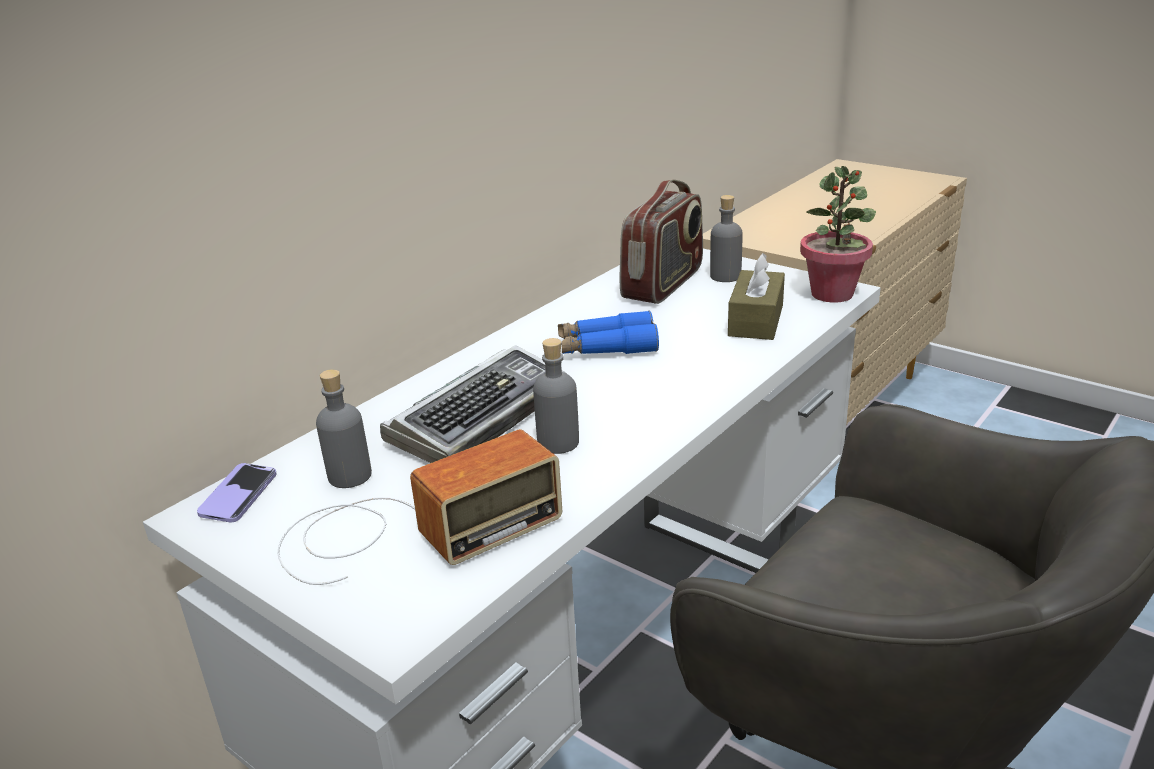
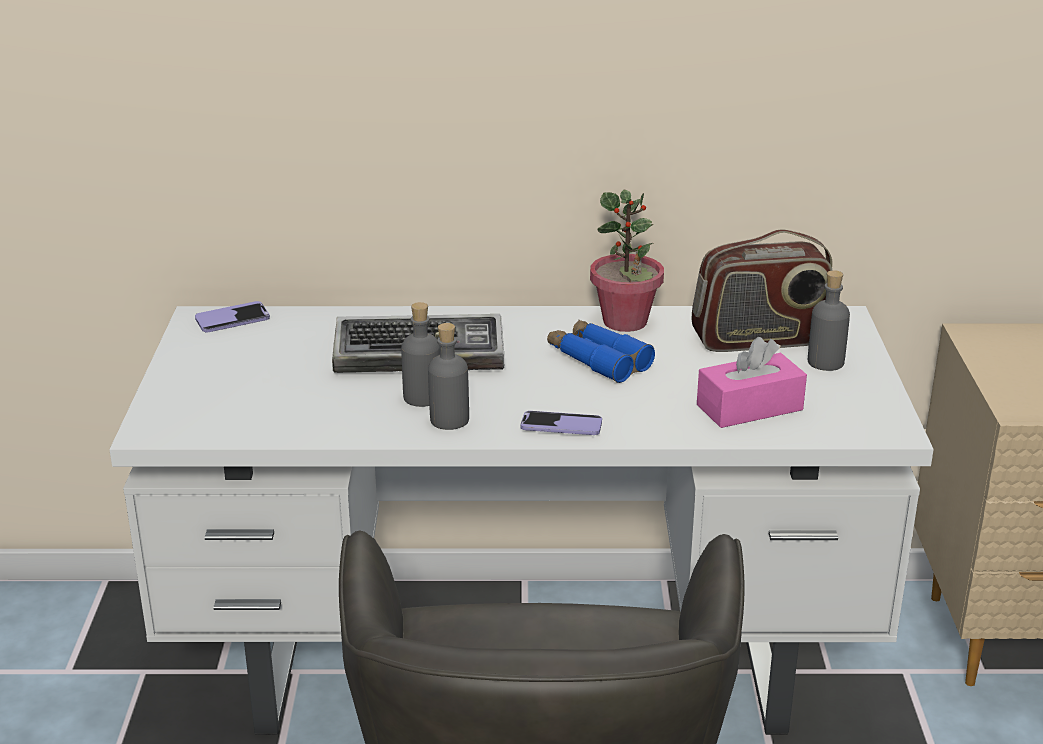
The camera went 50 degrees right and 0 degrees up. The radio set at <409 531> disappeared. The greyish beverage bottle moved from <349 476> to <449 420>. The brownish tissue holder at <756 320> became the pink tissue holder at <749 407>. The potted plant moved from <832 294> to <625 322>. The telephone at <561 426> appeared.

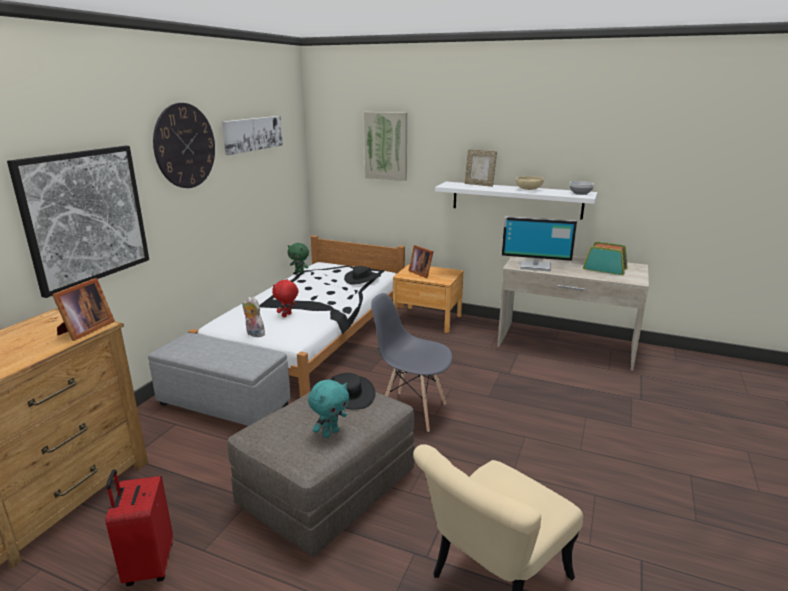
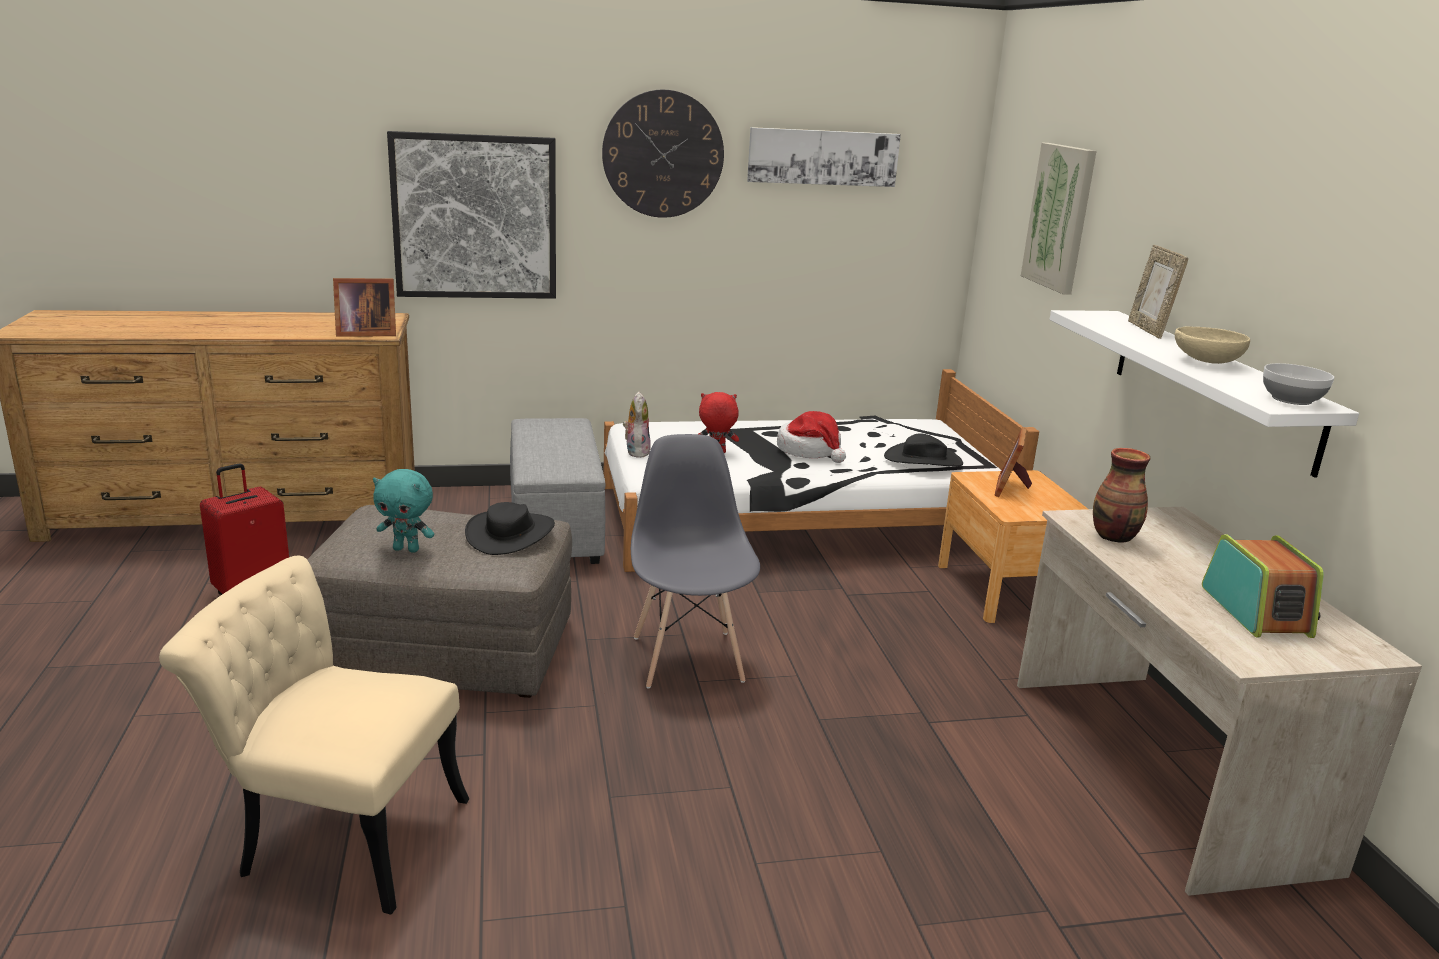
The camera went 55 degrees right and 0 degrees up. The green plush toy at <299 272> disappeared. The monitor at <535 266> was replaced by the vase at <1115 537>. The clothing hat at <810 451> appeared.

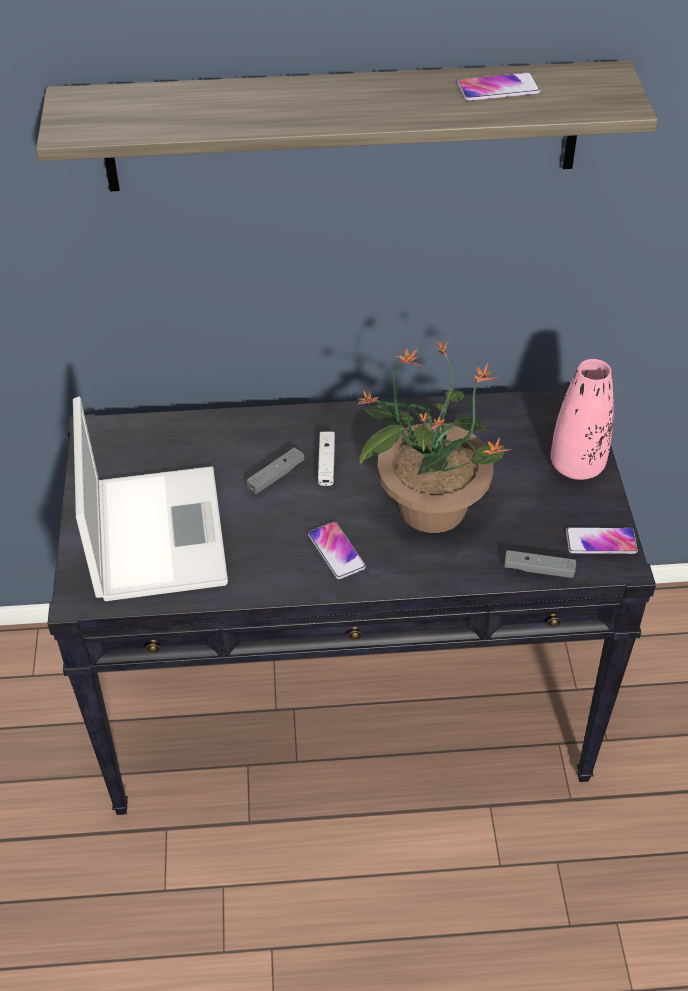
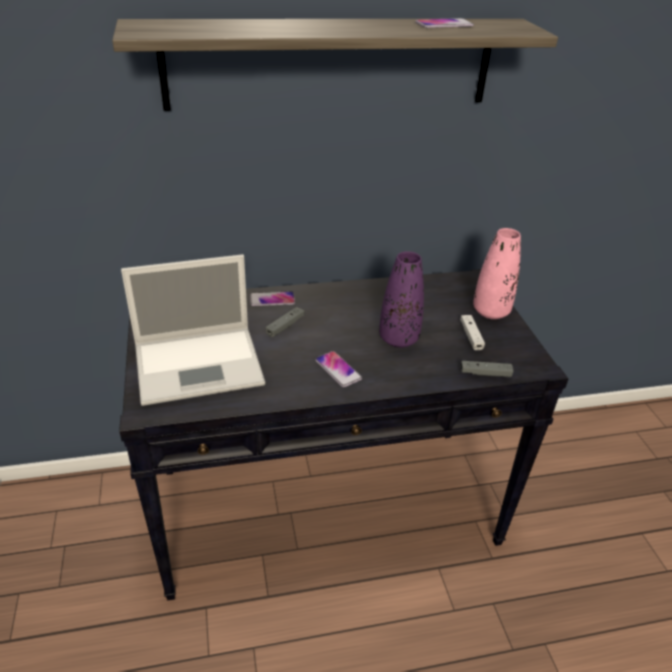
The camera went 10 degrees left and 10 degrees down. The notebook computer at <156 531> turned 90 degrees clockwise. The whitish game controller moved from <326 463> to <471 336>. The potted plant at <430 506> was replaced by the purple-coloured vase at <398 339>. The telephone moved from <601 541> to <272 299>.

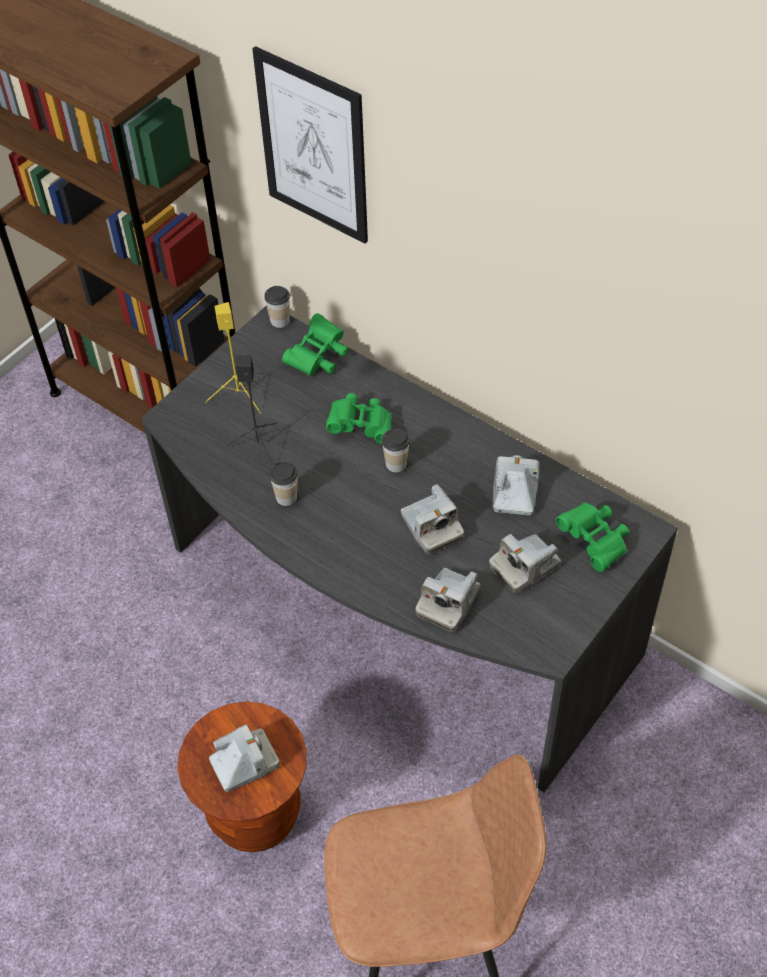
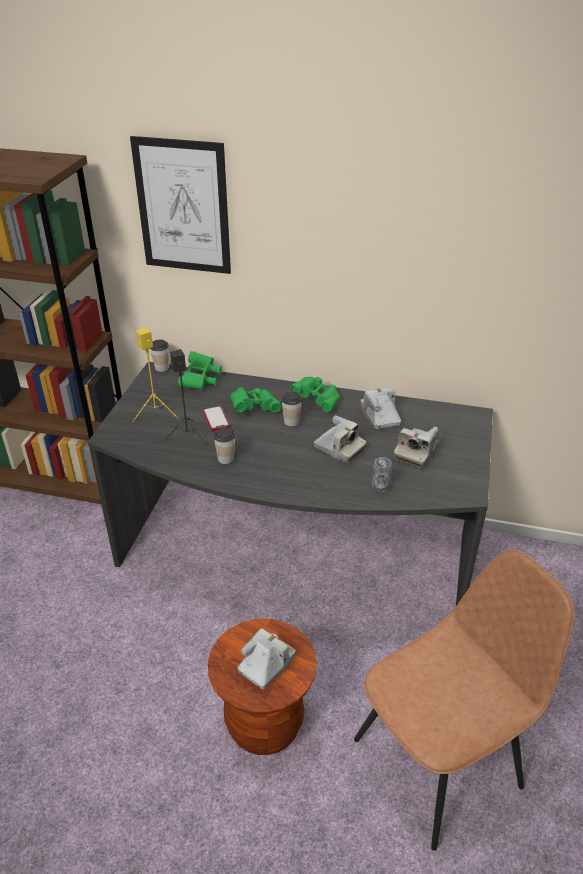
The camera went 25 degrees left and 15 degrees down. The still camera at <448 603> was replaced by the metal can at <380 486>. The green field glasses moved from <595 541> to <317 400>. The telephone at <216 420> appeared.

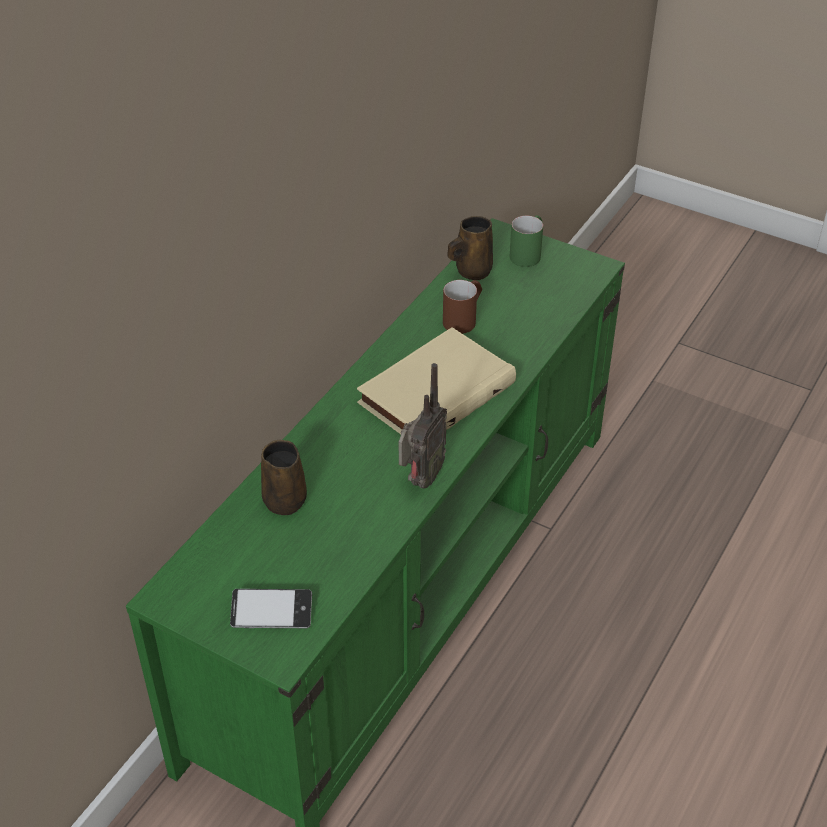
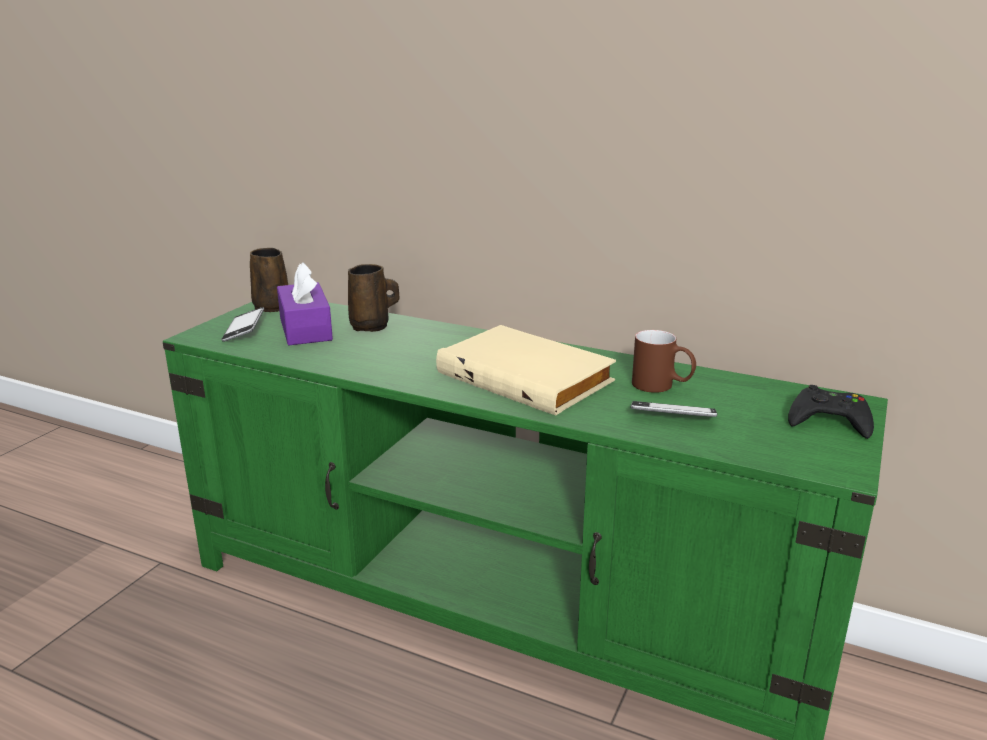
The camera went 85 degrees right and 20 degrees down. The radio set at <420 479> disappeared. The brownish mug moved from <471 271> to <271 306>. The green mug at <528 253> was replaced by the black-coloured game controller at <829 421>. The purple-coloured tissue holder at <305 329> appeared. The telephone at <672 416> appeared.

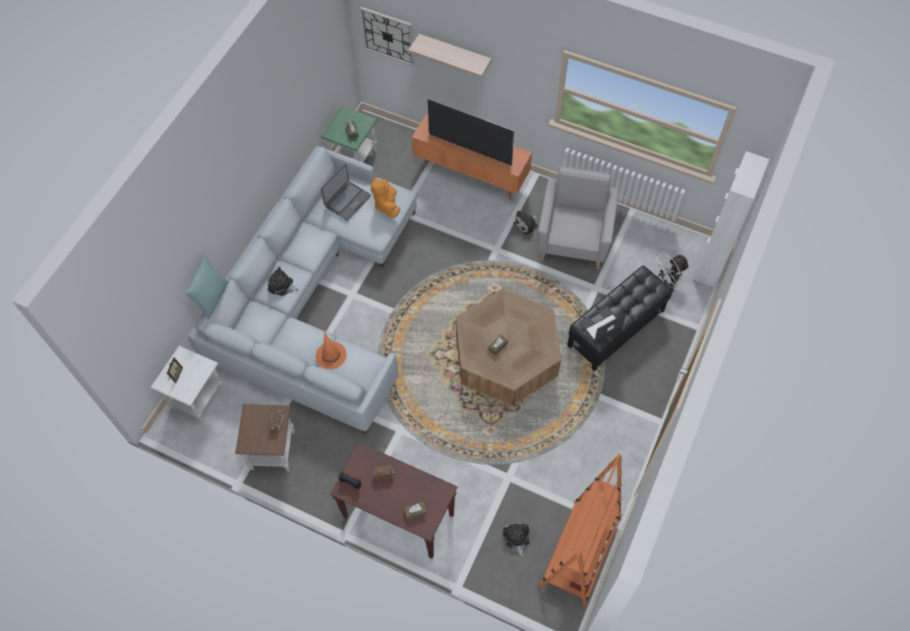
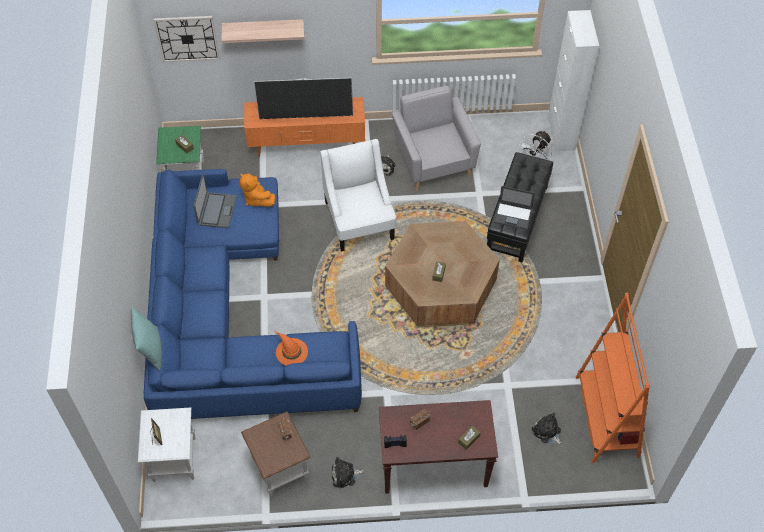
The camera went 30 degrees left and 5 degrees down. The greyish settee at <315 297> became the blue settee at <230 315>. The plush toy moved from <282 286> to <345 475>. The notebook computer at <600 325> turned 105 degrees counterclockwise. The whitish easy chair at <359 220> appeared.

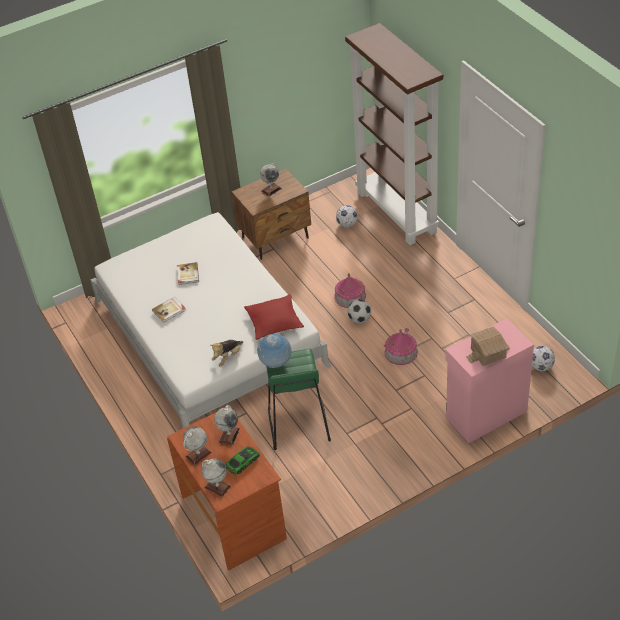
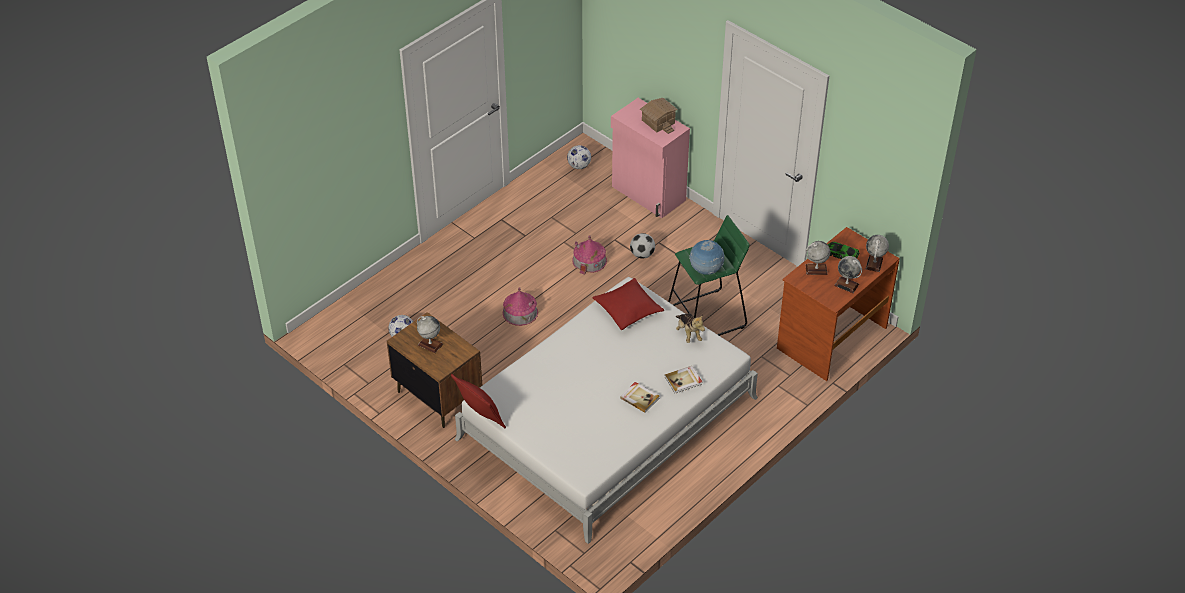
The camera went 110 degrees left and 0 degrees up. The volume moved from <187 274> to <683 380>. The plush toy at <228 357> turned 45 degrees clockwise. The brownish bookshelf at <397 212> disappeared. The ball for football moved from <359 319> to <642 254>. The red-coloured throw pillow at <480 417> appeared.

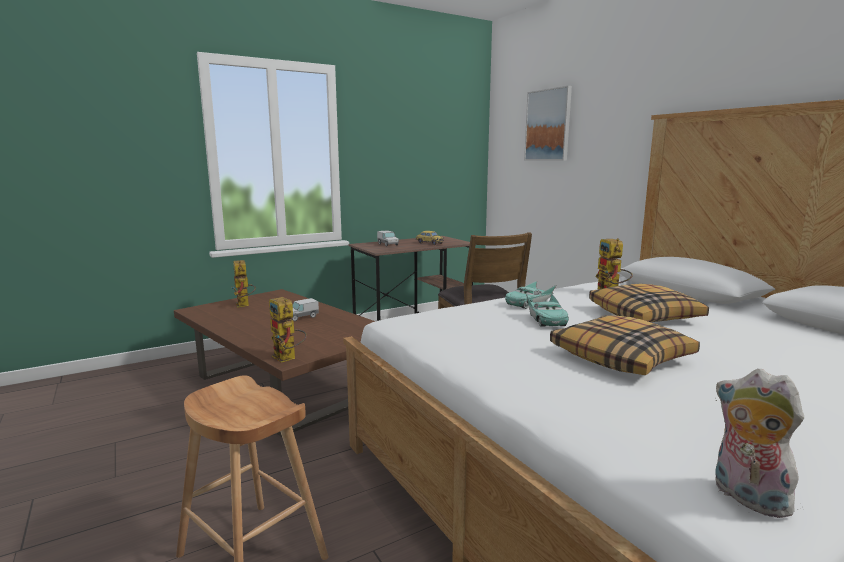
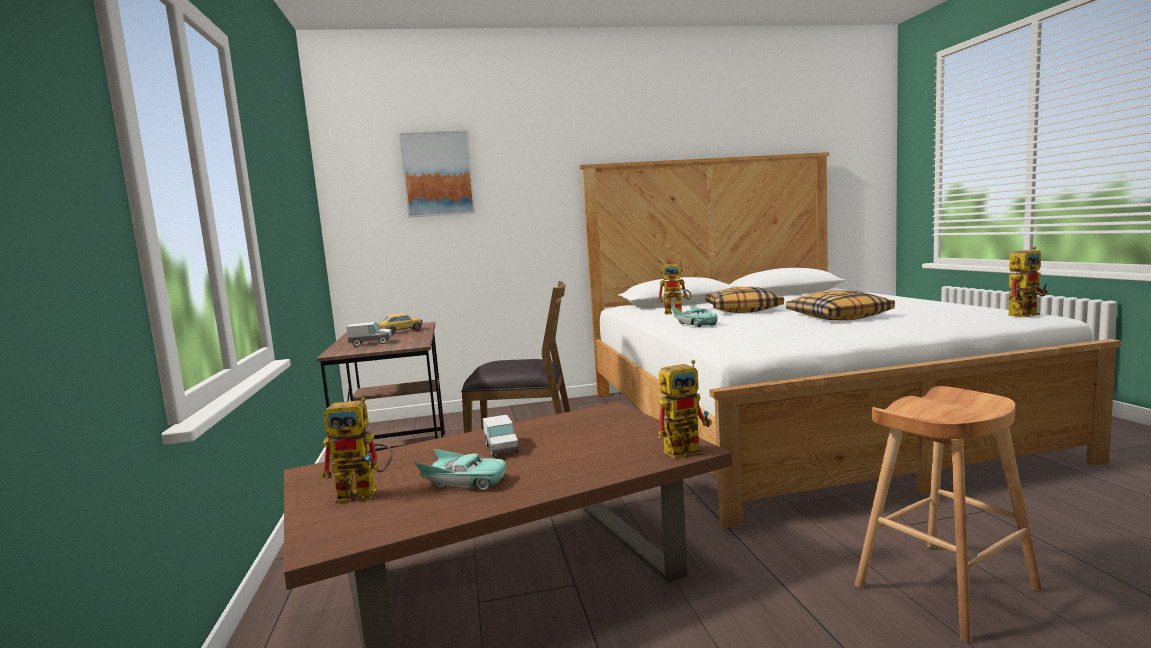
The camera went 70 degrees left and 5 degrees down. The turquoise toy car moved from <546 319> to <464 482>. The plush toy at <746 497> was replaced by the robot figure at <1024 314>.

